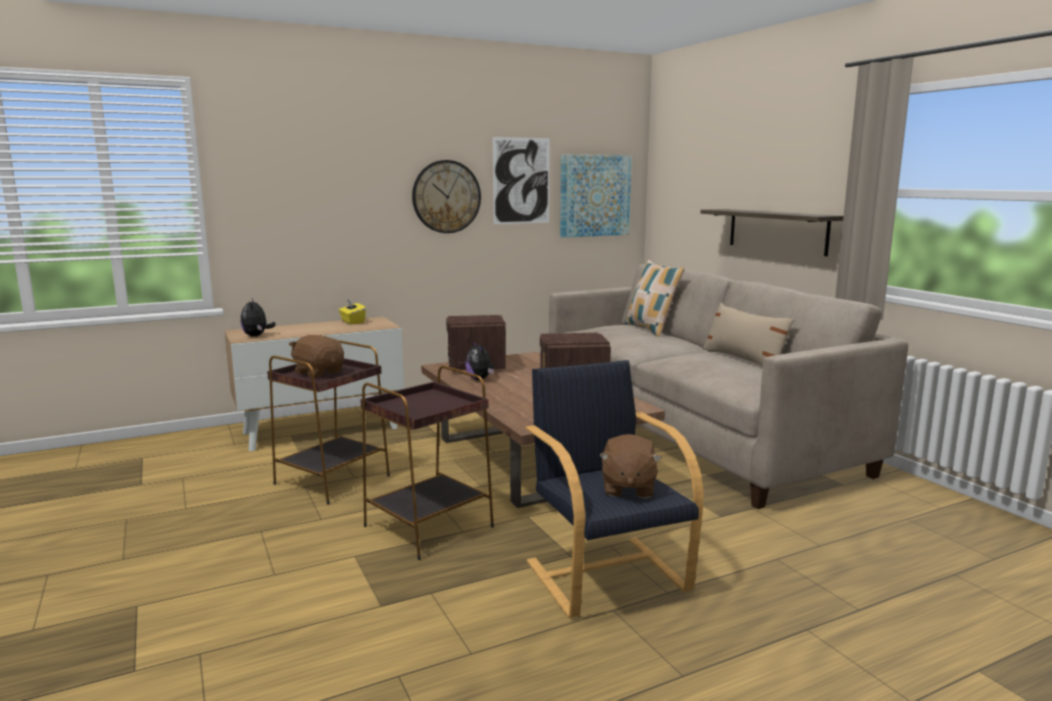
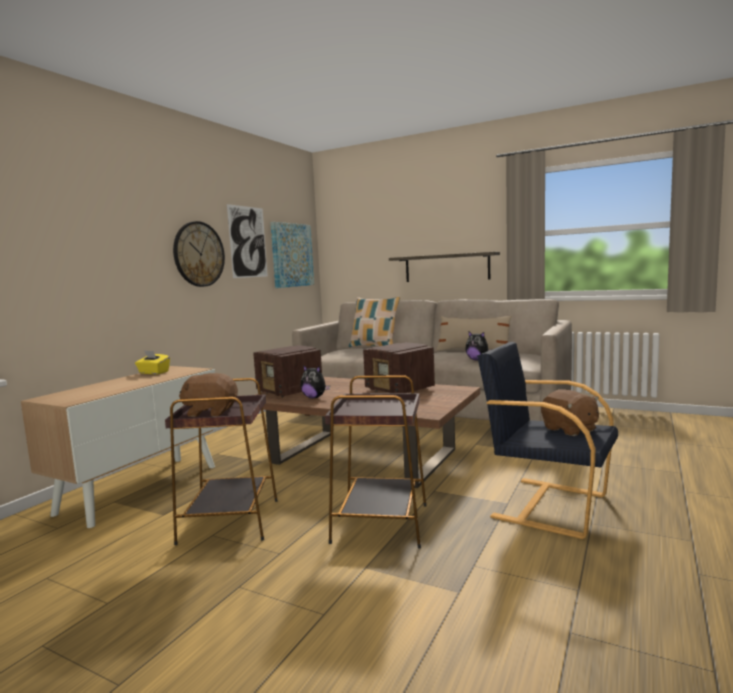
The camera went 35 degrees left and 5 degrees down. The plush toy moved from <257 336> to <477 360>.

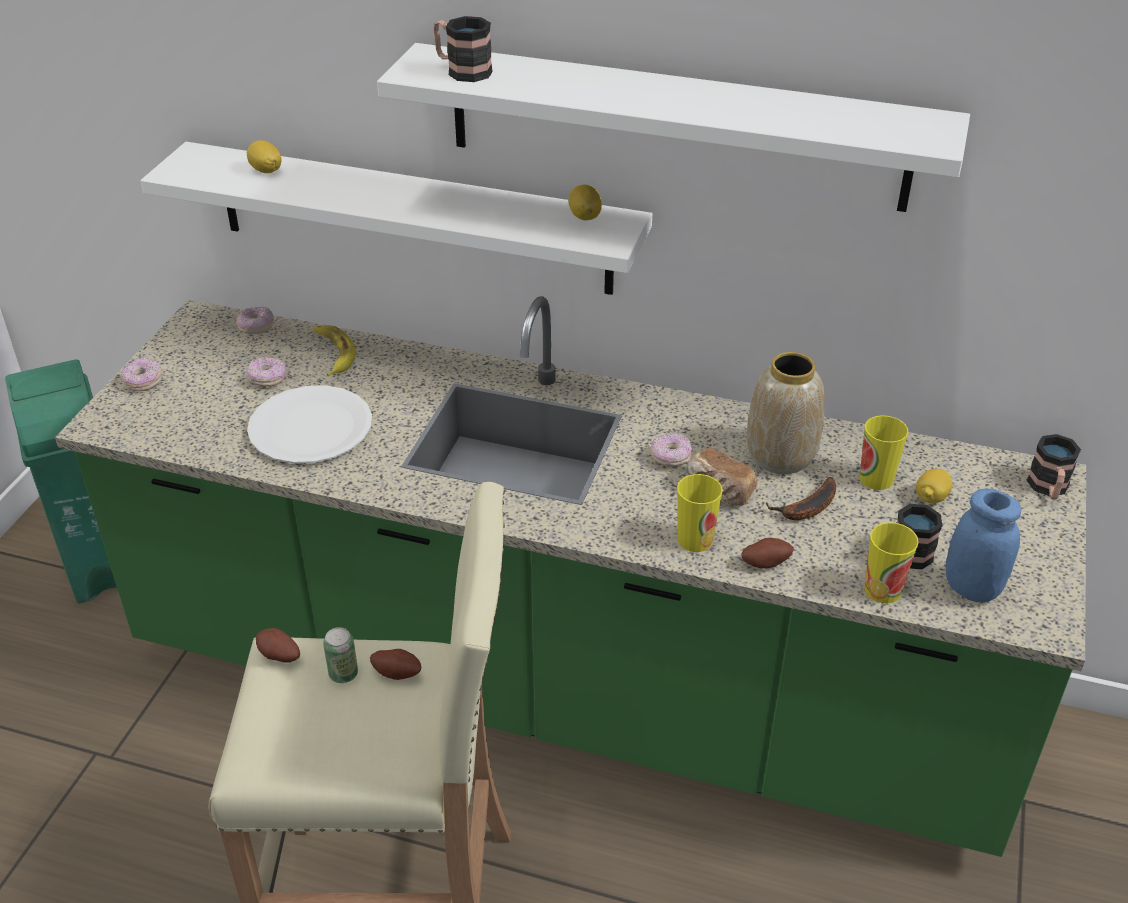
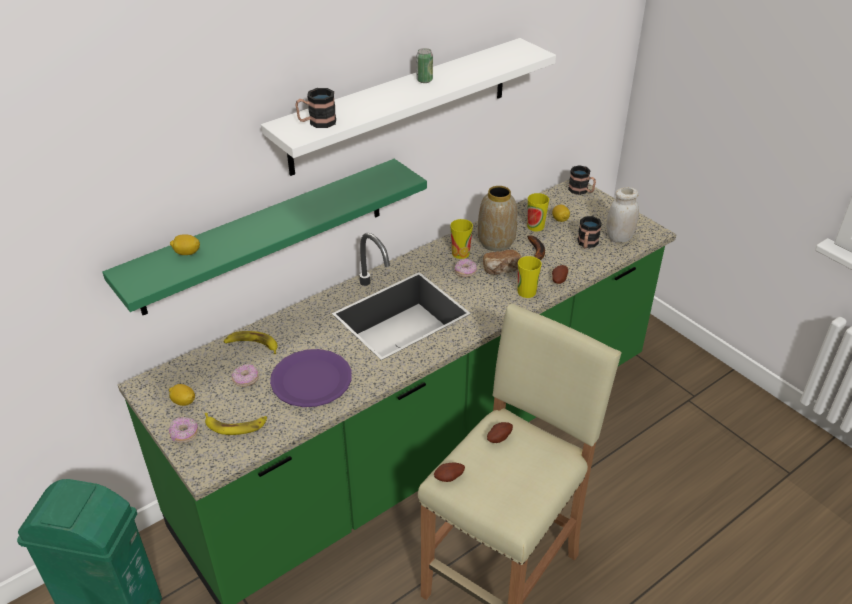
The camera went 55 degrees left and 0 degrees up. The whitish wall shelf at <412 218> became the green wall shelf at <265 236>. The donut at <256 328> disappeared. The whitish plate at <310 427> became the purple-coloured plate at <311 380>. The metal can moved from <343 674> to <424 80>. The lemon moved from <585 216> to <183 402>. The drinking cup moved from <882 590> to <460 253>. The blue jar at <972 588> became the whitish jar at <619 238>. The banana fruit at <235 425> appeared.

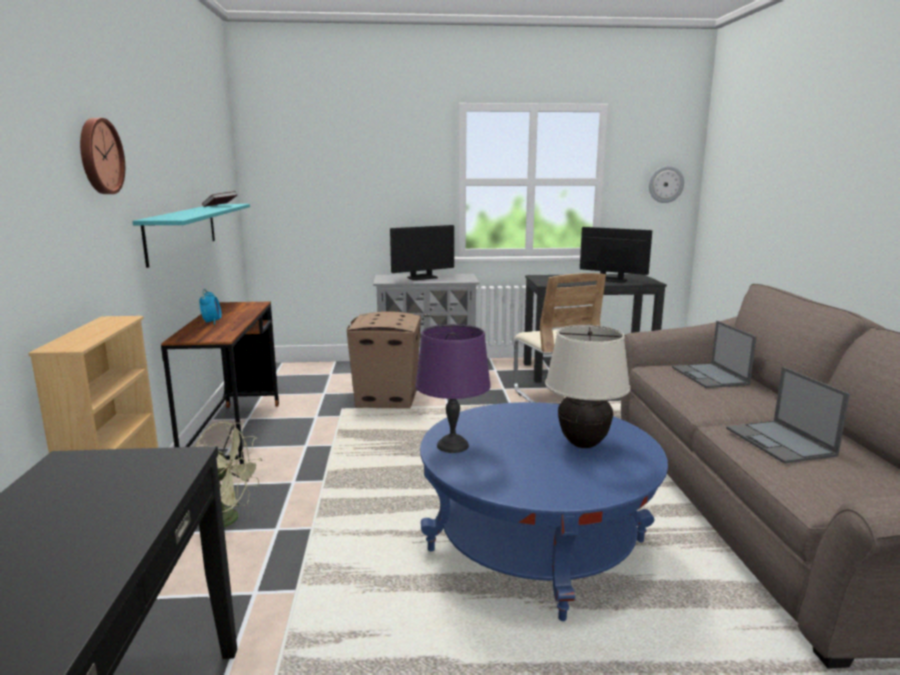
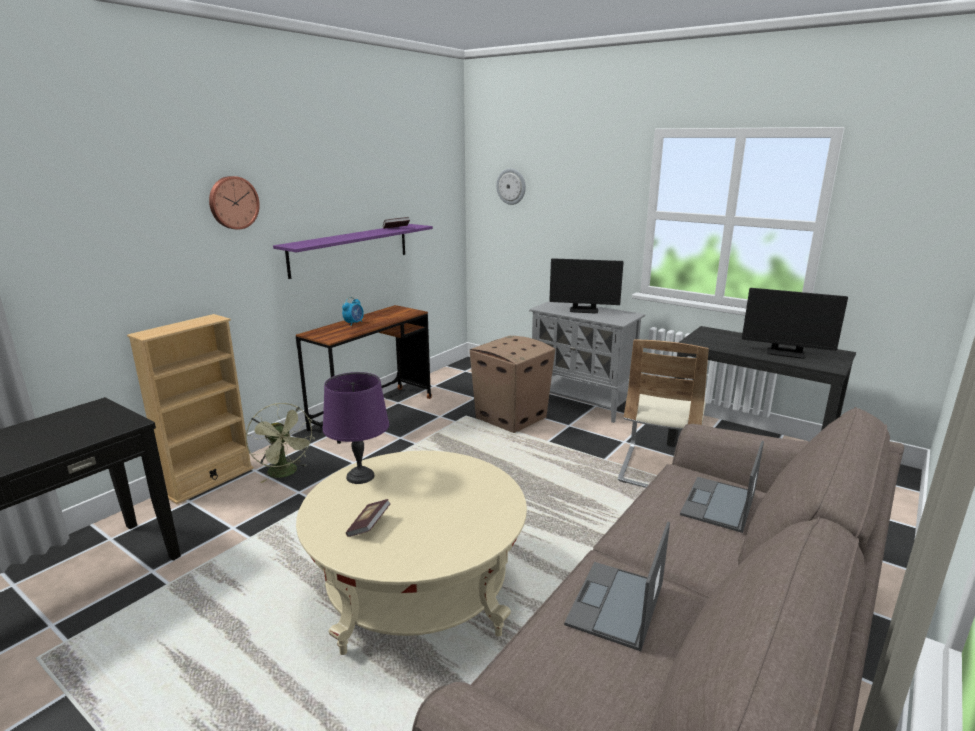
The camera went 40 degrees right and 5 degrees up. The turquoise wall shelf at <182 231> became the purple-coloured wall shelf at <350 249>. The blue lounge table at <536 546> became the beige lounge table at <417 591>. The beige lamp for a table at <583 444> disappeared. The monitor at <611 280> turned 135 degrees clockwise. The hanging clock moved from <665 184> to <511 186>. The volume at <369 526> appeared.

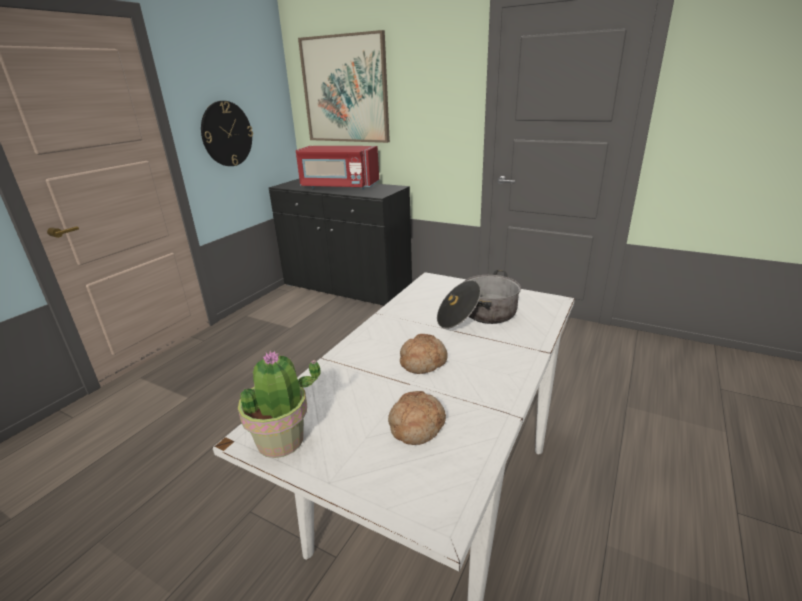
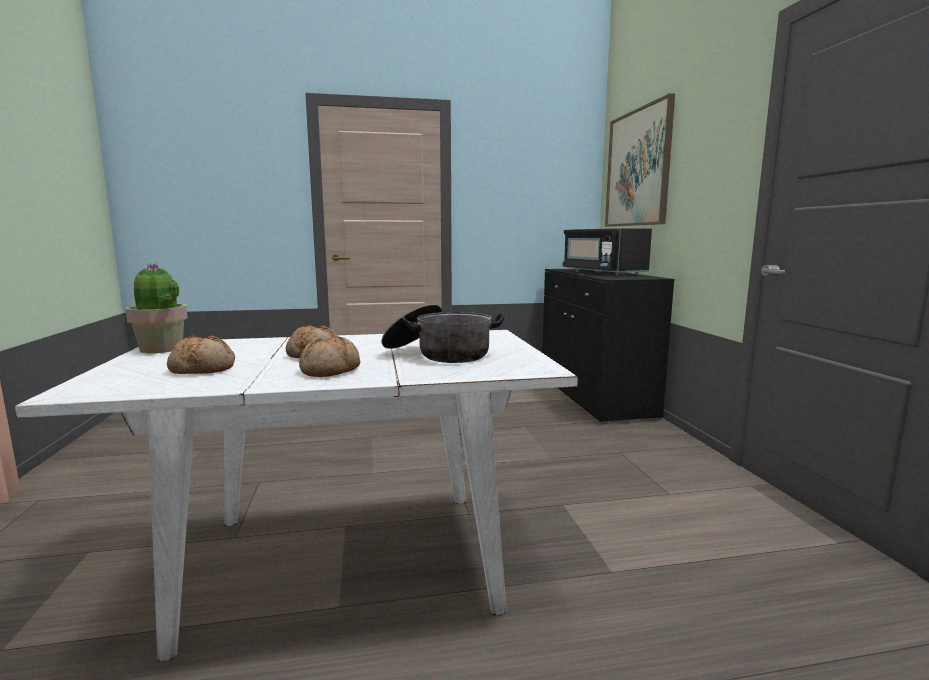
The camera went 50 degrees right and 15 degrees down. The hanging clock at <226 134> disappeared. The red-coloured kitchen microwave at <339 186> became the black-coloured kitchen microwave at <602 273>. The bread at <331 371> appeared.

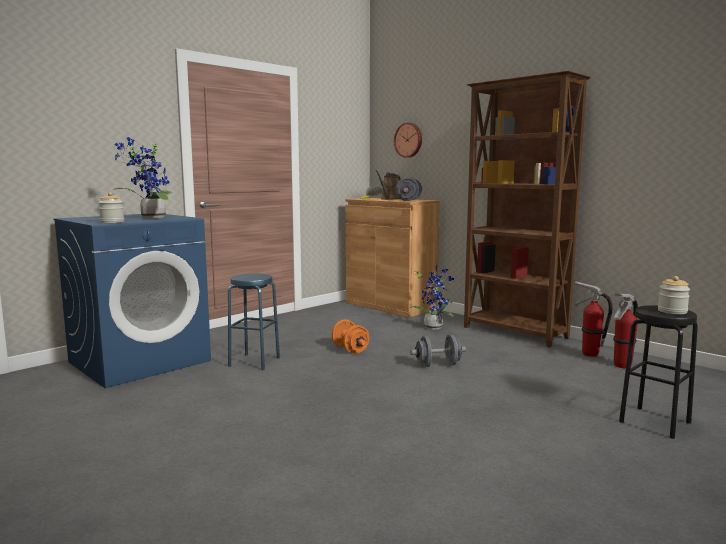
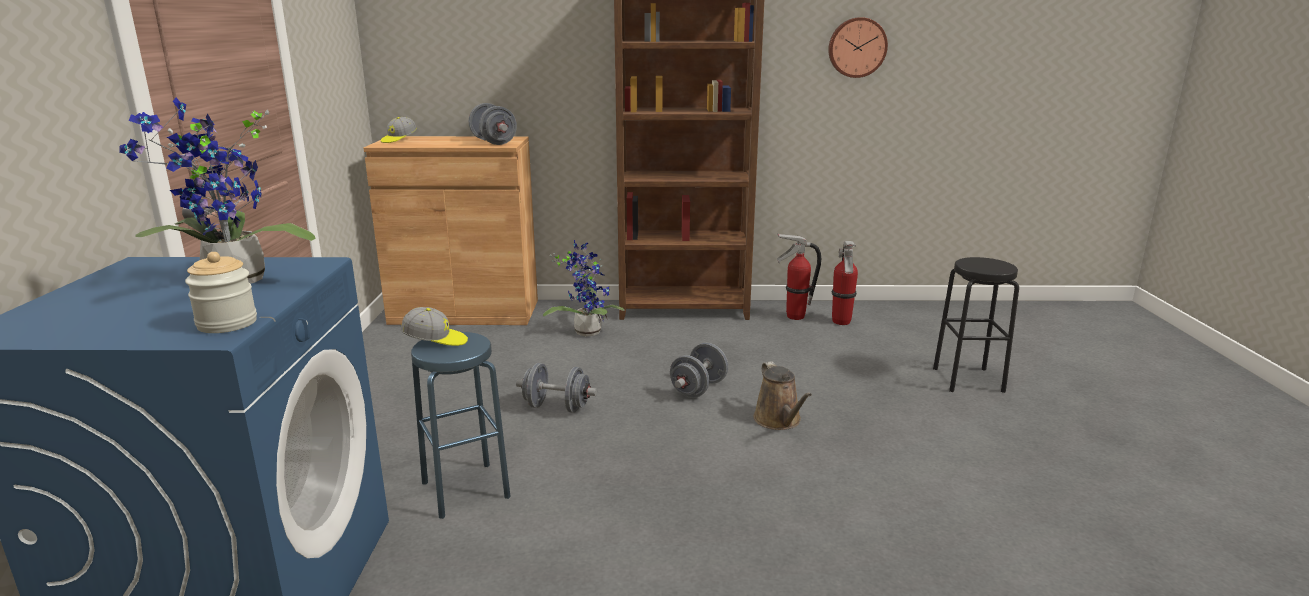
The camera went 45 degrees left and 10 degrees up. The orange-coloured free weight at <350 349> became the greyish free weight at <557 407>. The brownish sprinkling can moved from <390 199> to <779 421>. The hanging clock moved from <409 140> to <857 47>. The jar at <672 311> disappeared. The baseball cap at <435 341> appeared.

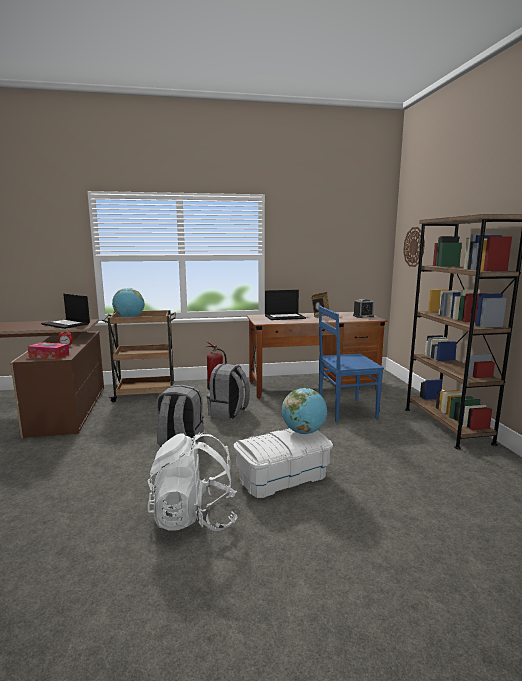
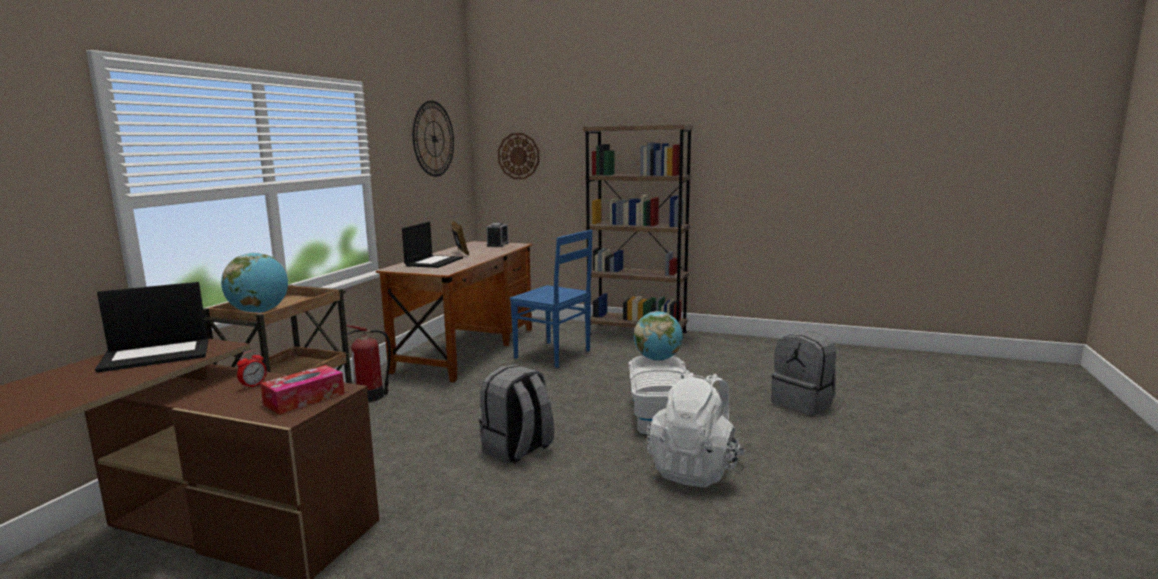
The camera went 60 degrees left and 0 degrees up. The greyish backpack moved from <228 412> to <803 403>. The blue upright chair at <345 410> turned 75 degrees counterclockwise. The hanging clock at <434 139> appeared.

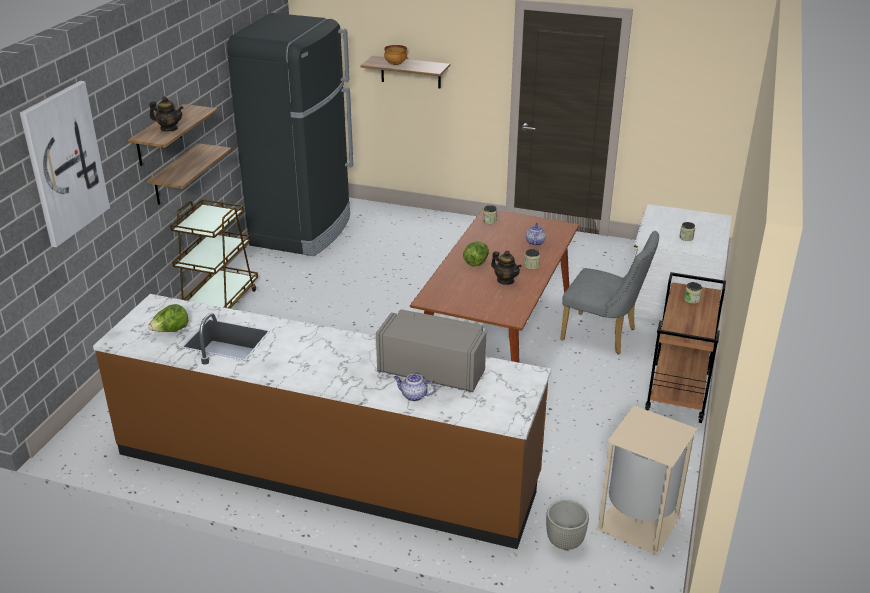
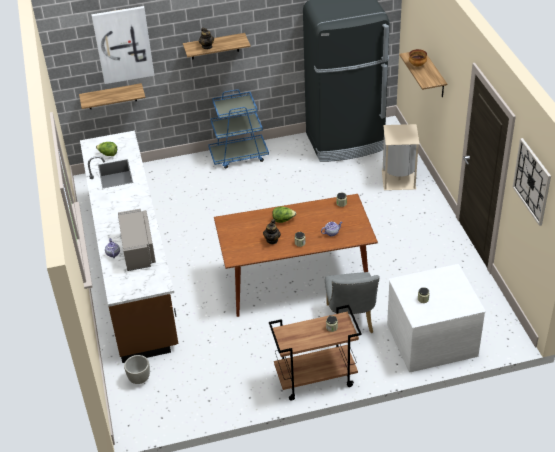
The camera went 60 degrees right and 10 degrees up. The wall shelf moved from <175 175> to <112 96>. The brownish cart at <219 302> became the blue cart at <239 155>. The beige waste bin moved from <638 521> to <399 179>. The hanging clock at <532 181> appeared.

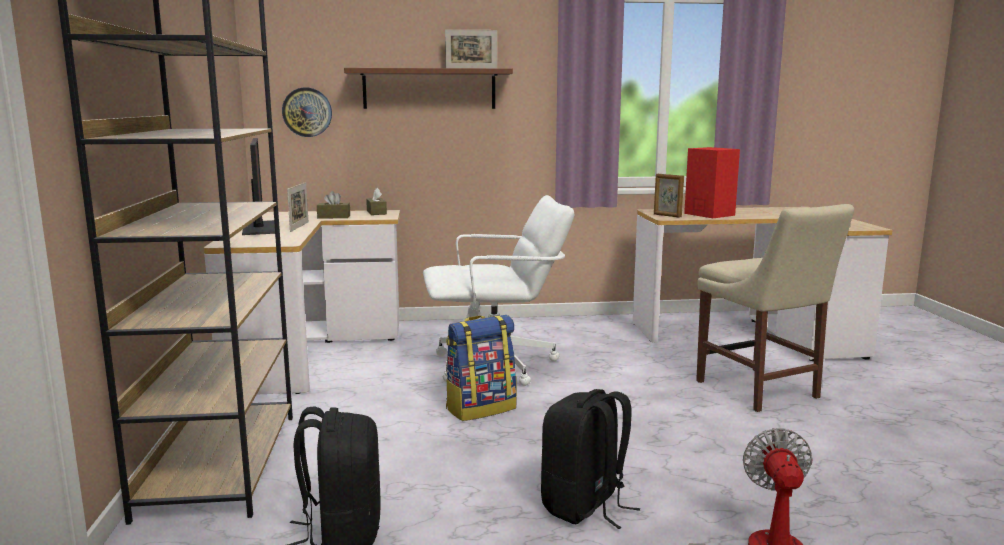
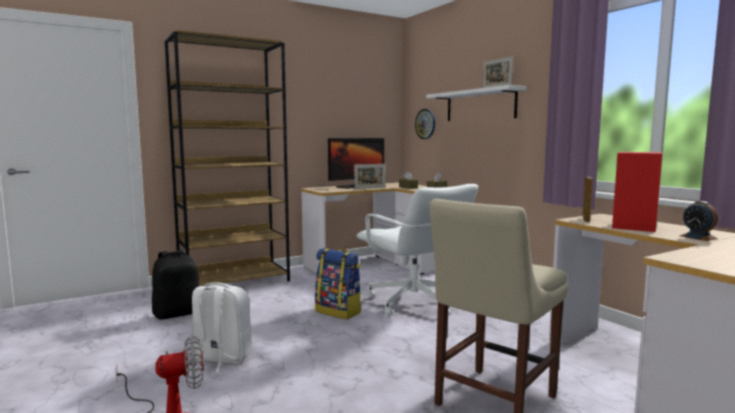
The camera went 65 degrees right and 5 degrees down. The brownish wall shelf at <429 89> became the whitish wall shelf at <480 105>. The black-coloured backpack at <585 507> became the whitish backpack at <220 358>. The table clock at <698 237> appeared.

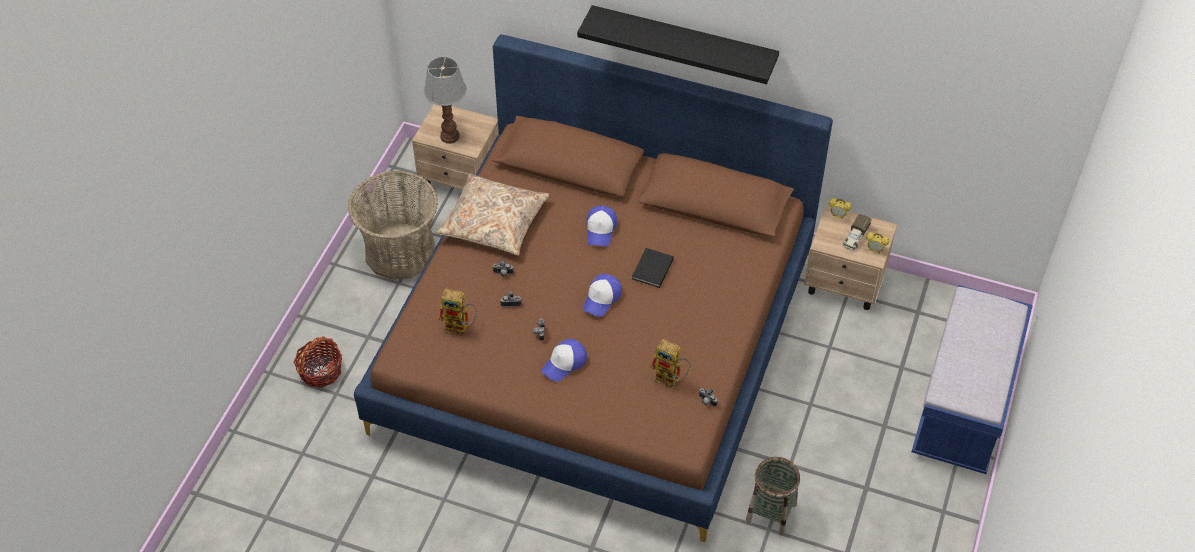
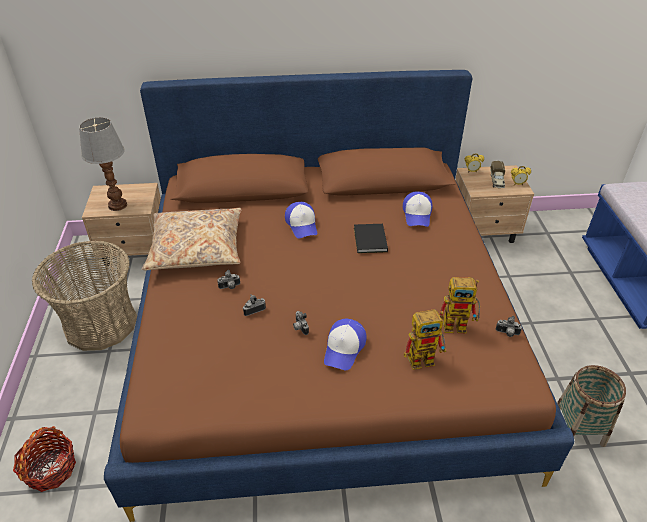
The camera went 25 degrees left and 10 degrees down. The robot figure moved from <461 327> to <425 358>. The black-coloured wall shelf at <683 43> disappeared. The baseball cap moved from <602 298> to <417 214>.

